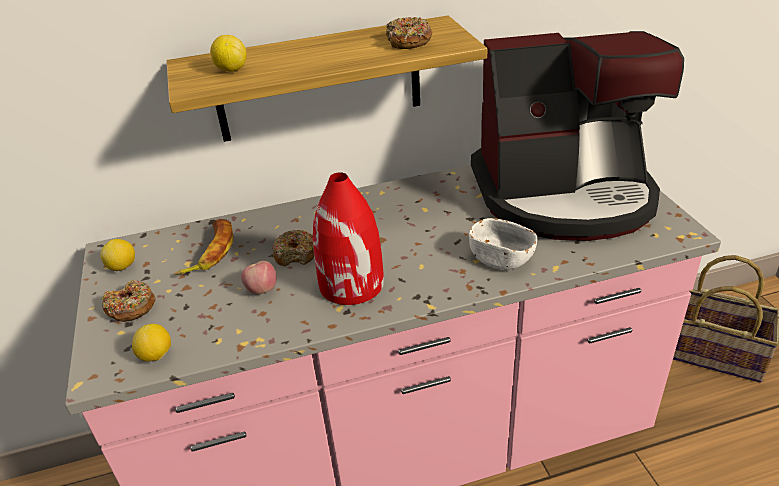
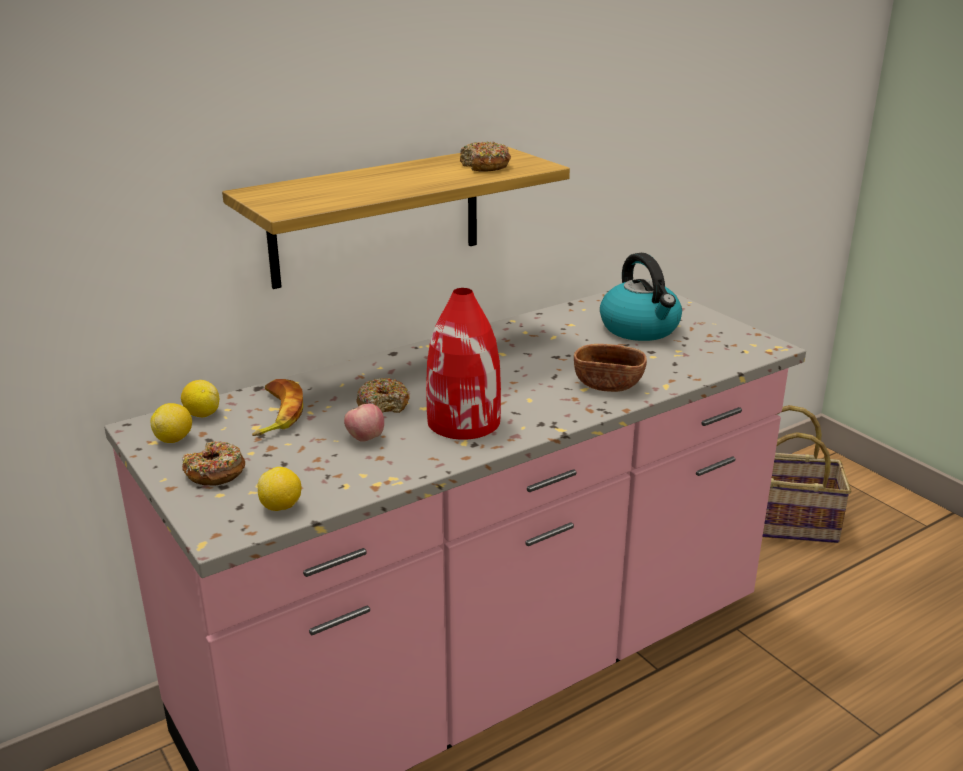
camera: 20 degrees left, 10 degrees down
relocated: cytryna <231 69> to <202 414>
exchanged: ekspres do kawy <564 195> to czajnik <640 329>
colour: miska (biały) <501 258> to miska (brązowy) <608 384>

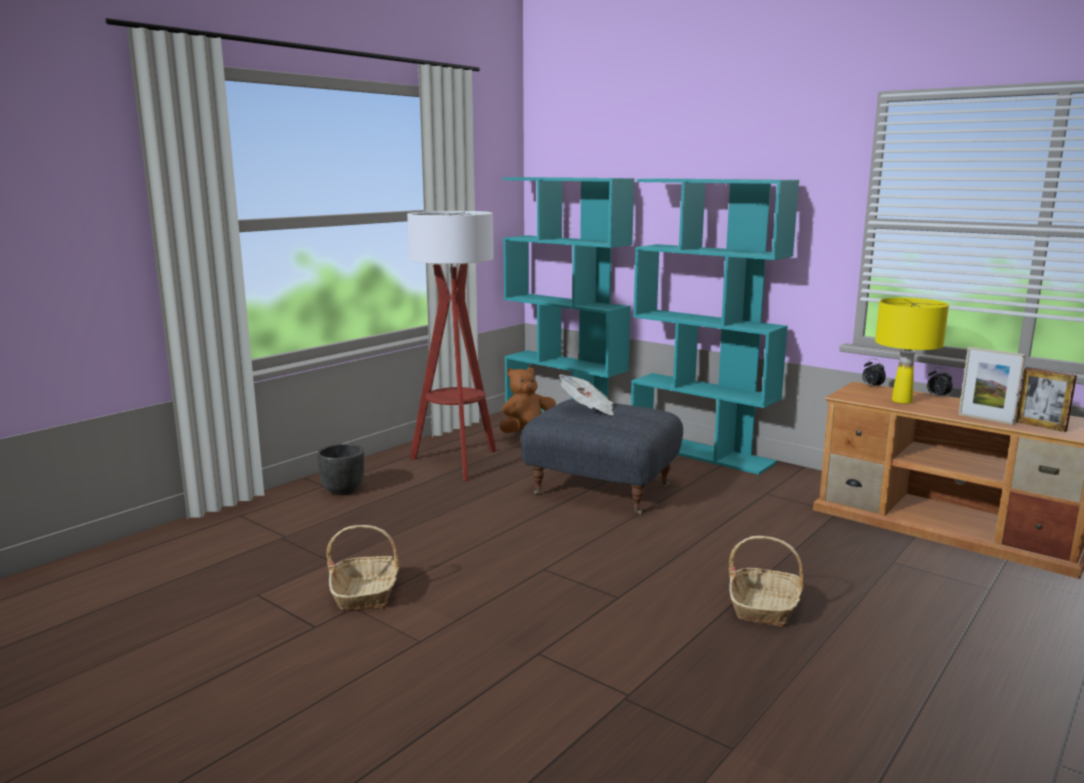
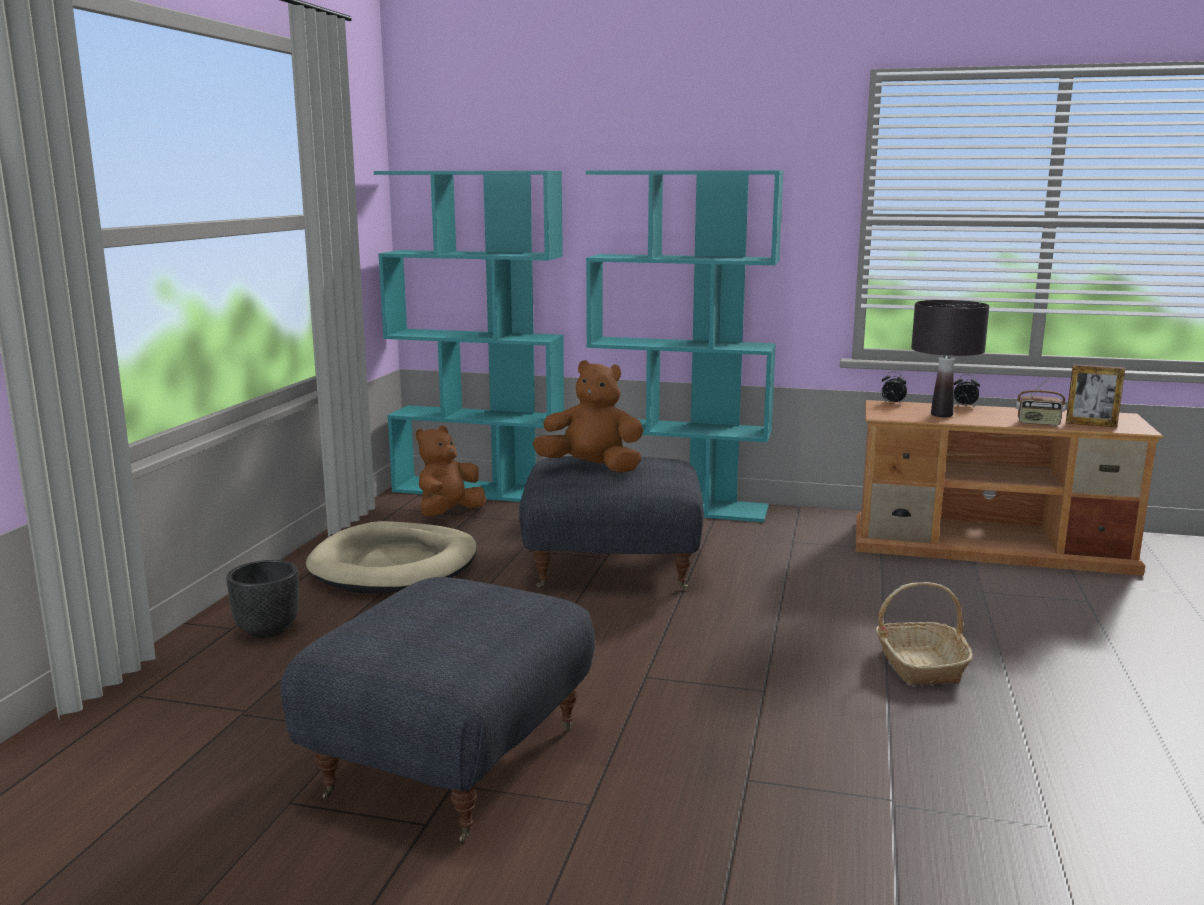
camera: 25 degrees left, 0 degrees up
exchanged: koszyk <366 592> to pufa (szary) <450 760>; lampa stojąca <457 463> to legowisko (beżowy) <395 565>; gazeta <587 410> to pluszak (brązowy) <592 468>; ramka na zdjęcie <985 419> to radio <1038 423>
colour: lampa stołowa (żółty) <902 401> to lampa stołowa (czarny) <941 415>

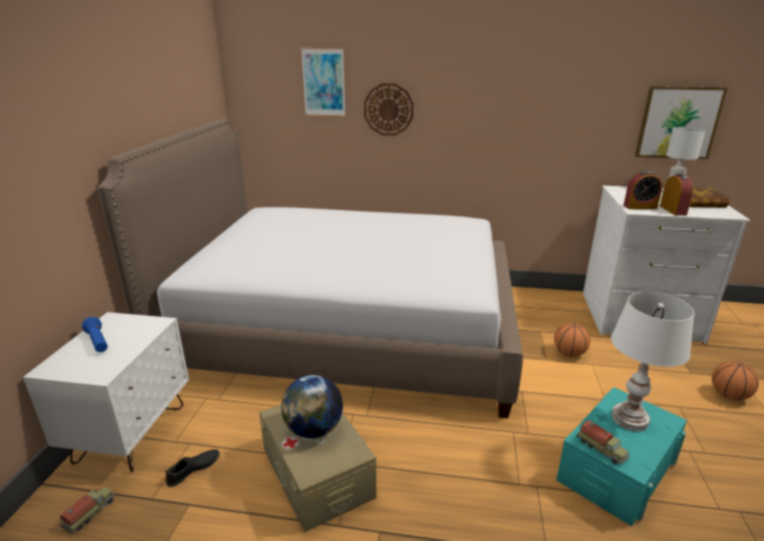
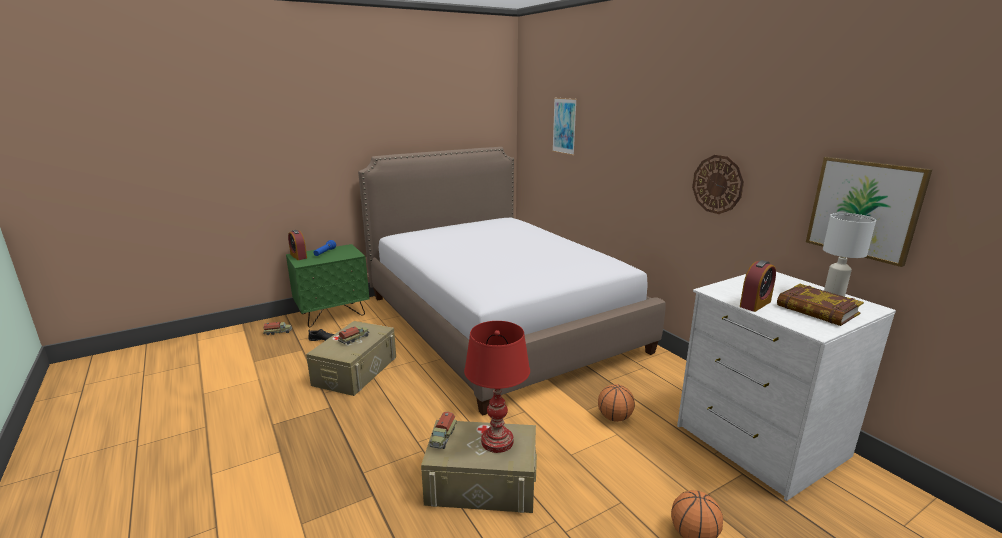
camera: 50 degrees right, 5 degrees down
relocated: zegar ścienny <388 109> to <717 184>; budzik <640 207> to <298 256>
exchanged: globus <314 429> to ciężarówka zabawkowa <354 339>
colour: szafka nocna (biały) <131 433> to szafka nocna (zielony) <333 314>; pojemnik do przechowywania (turkusowy) <616 469> to pojemnik do przechowywania (beżowy) <482 483>; lampa stołowa (biały) <629 419> to lampa stołowa (czerwony) <497 442>

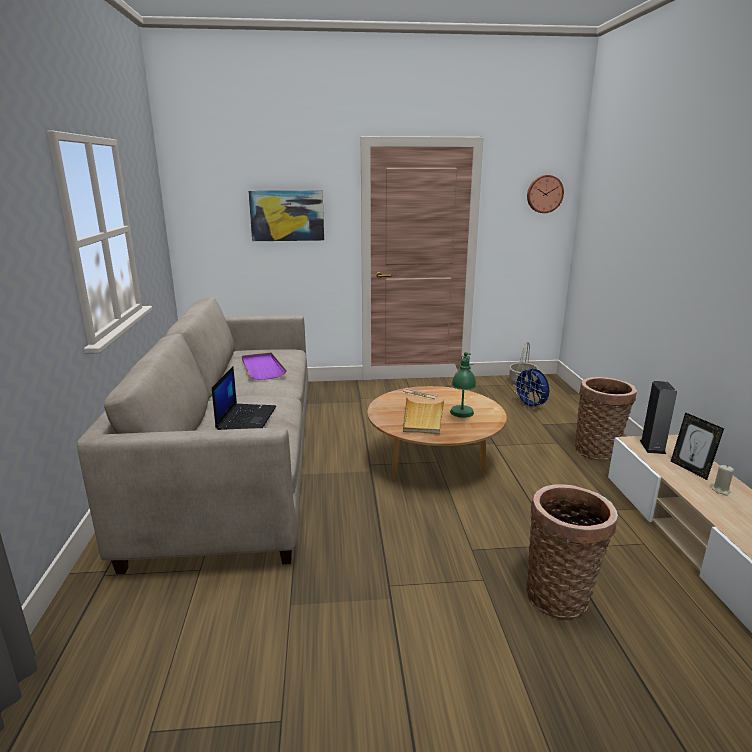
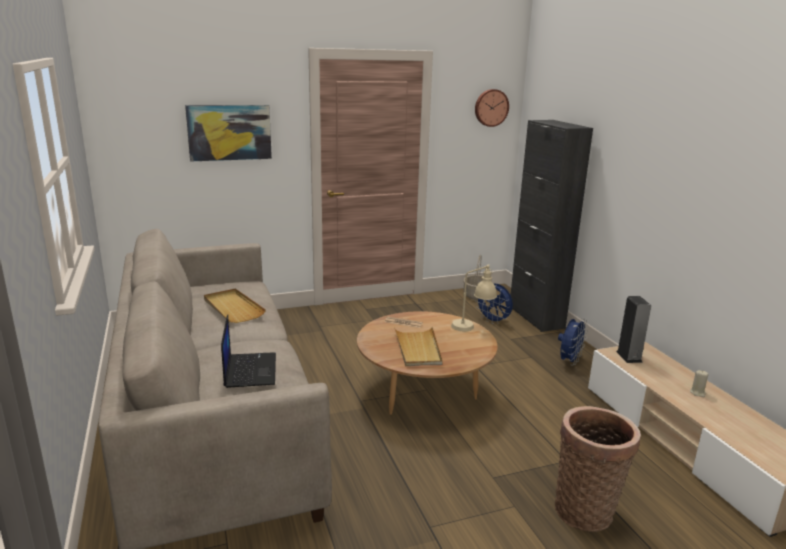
camera: 15 degrees left, 0 degrees up
missing: lampa stołowa (zielony) <462 417>; ramka na zdjęcie <690 469>
appeared: lampa stołowa (beżowy) <472 327>; szafka (czarny) <536 317>
exchanged: koszyk <598 450> to wentylator (niebieski) <569 361>
colour: taca (fioletowy) <262 368> to taca (beżowy) <233 308>

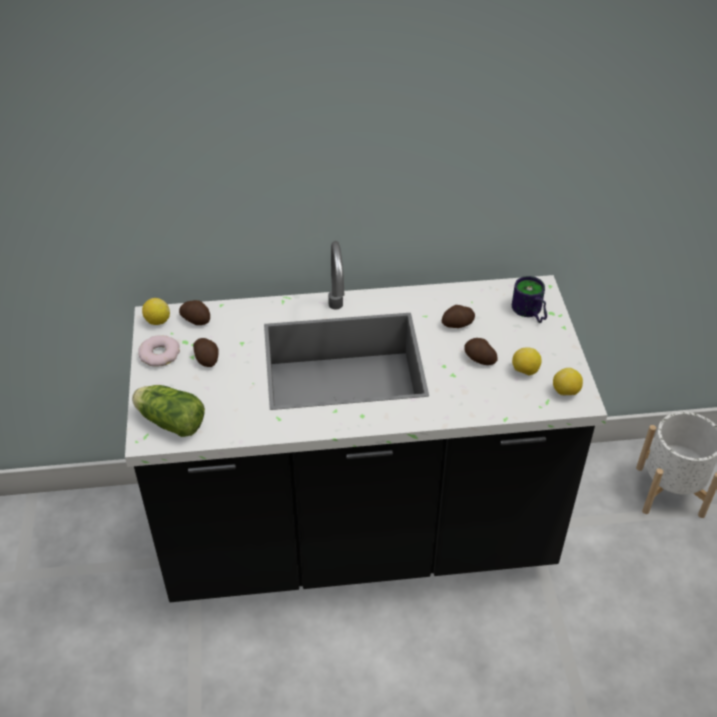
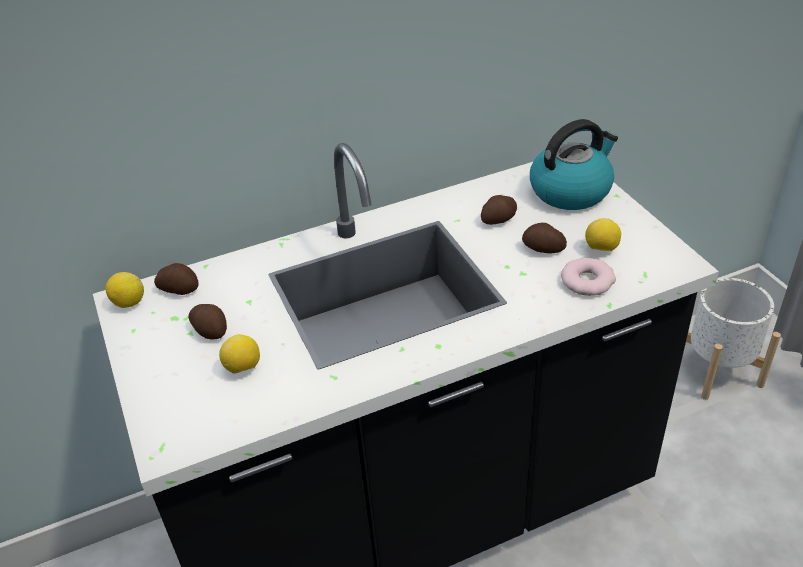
camera: 15 degrees left, 5 degrees down
missing: sałata <169 420>
relocated: donut <160 354> to <587 281>; cytryna <565 392> to <243 368>
exchanged: kubek <529 313> to czajnik <571 190>

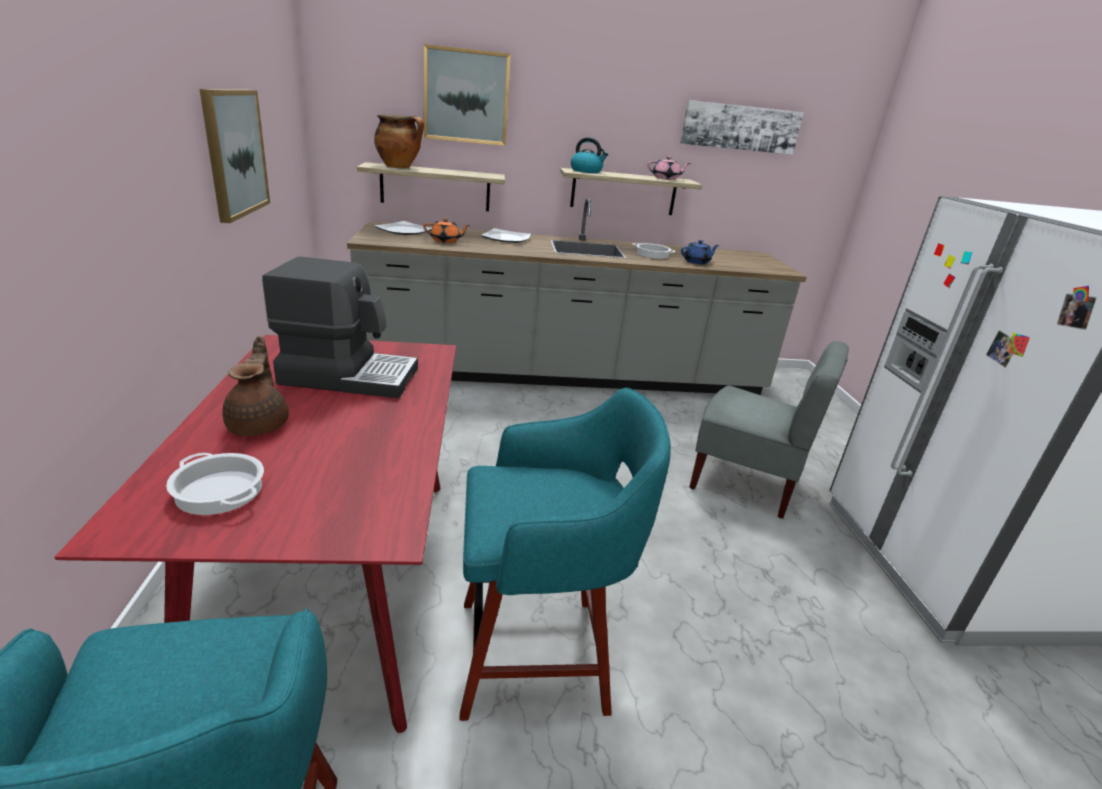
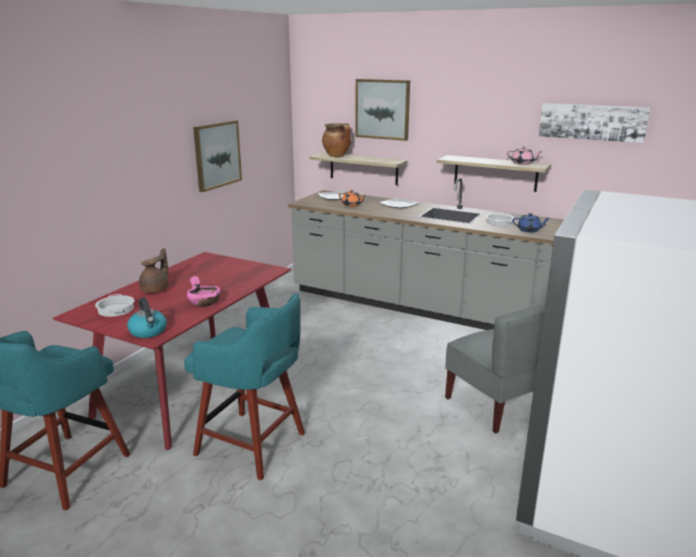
camera: 35 degrees right, 5 degrees down
missing: ekspres do kawy <349 375>
appeared: miska (różowy) <204 302>
relocated: czajnik <586 171> to <148 331>

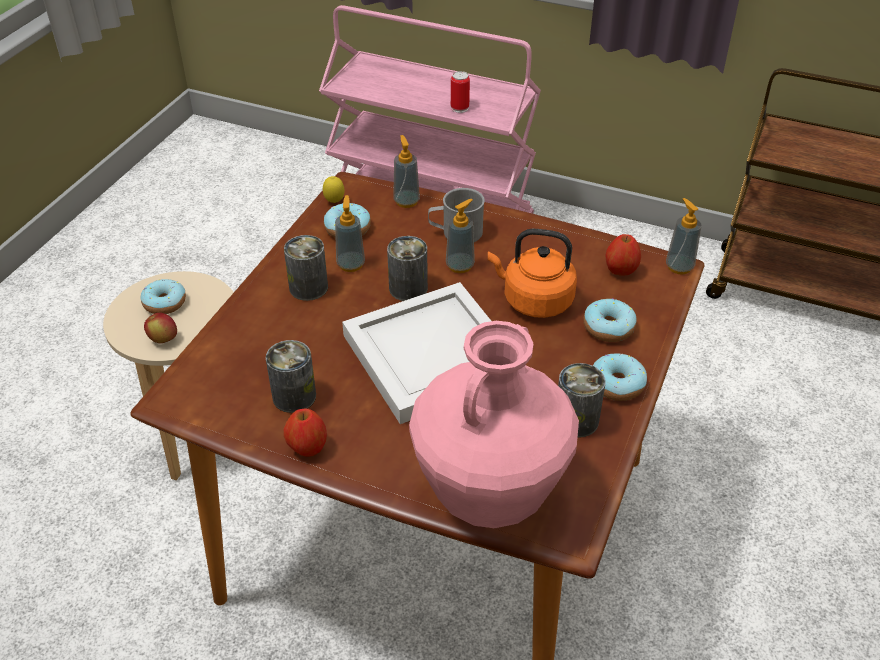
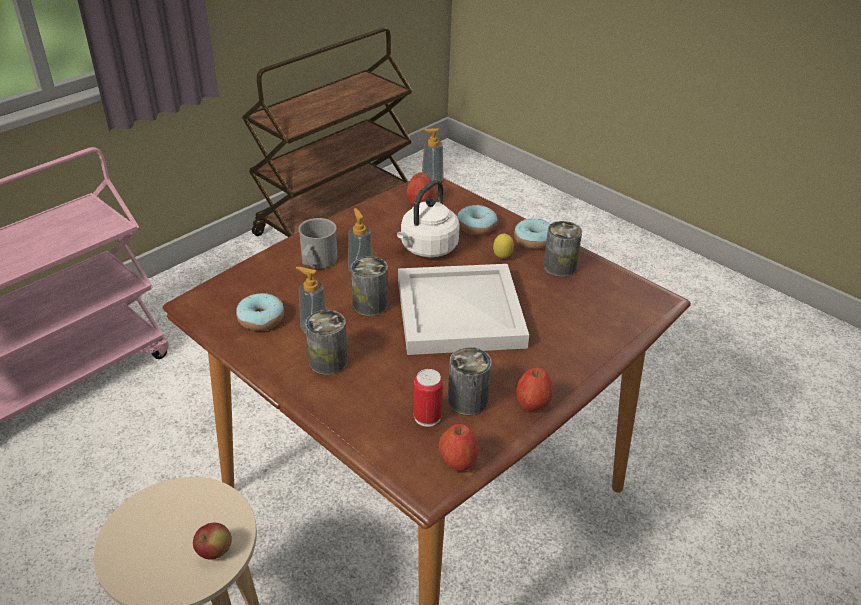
camera: 70 degrees left, 5 degrees down
missing: donut <165 303>; dozownik mydła <406 201>; wazon (różowy) <490 495>
appeared: jabłko <458 463>
relocated: cytryna <334 202> to <502 258>; puszka <459 108> to <427 417>
colour: czajnik (pomarańczowy) <534 300> to czajnik (biały) <427 249>

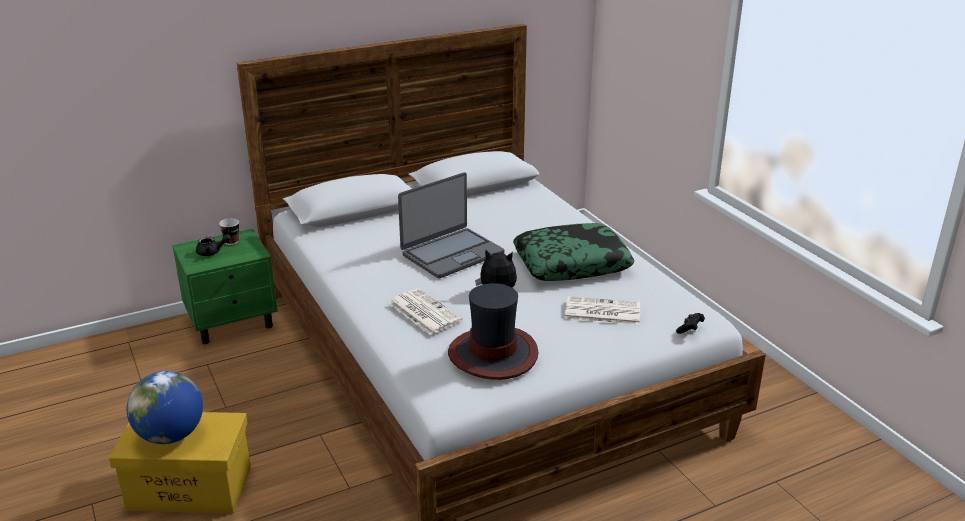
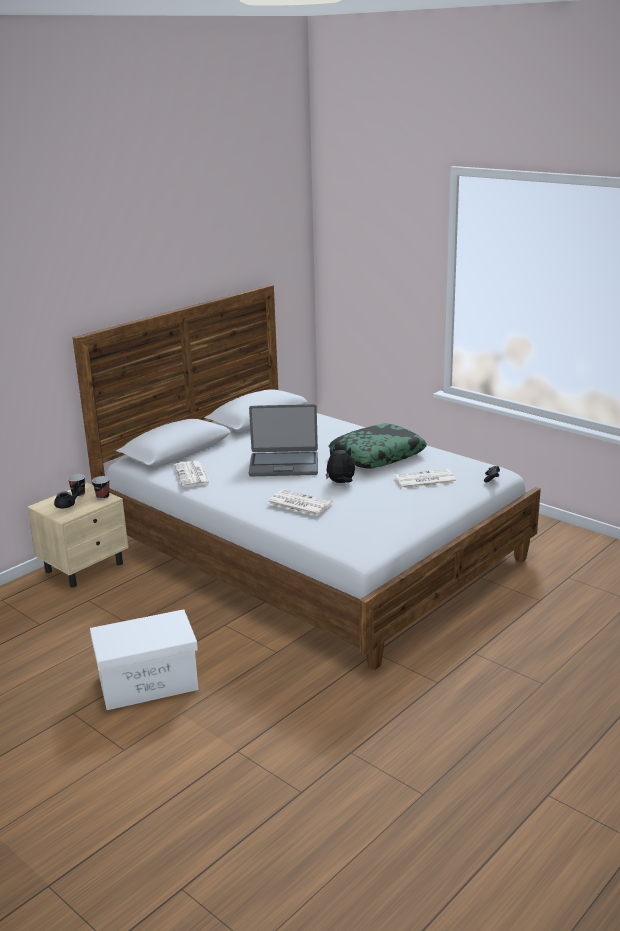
camera: 20 degrees left, 5 degrees down
missing: globus <171 435>; kapelusz <493 354>
appeared: filiżanka <102 497>; gazeta <193 475>
colour: pojemnik do przechowywania (żółty) <191 487> to pojemnik do przechowywania (biały) <149 682>; szafka nocna (zielony) <233 322> to szafka nocna (beżowy) <85 567>
spun: laptop <452 254> = <284 465> 60 degrees clockwise

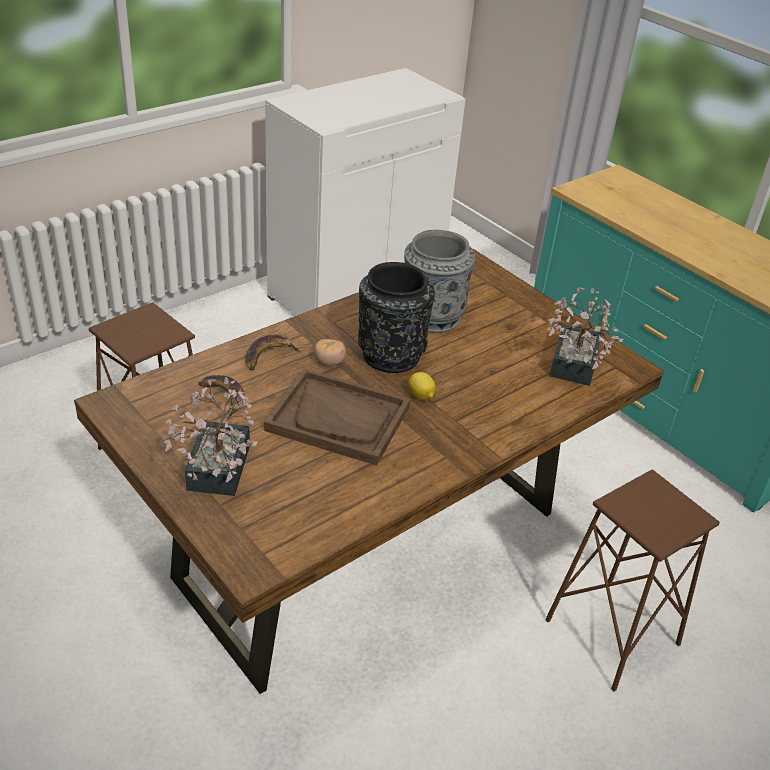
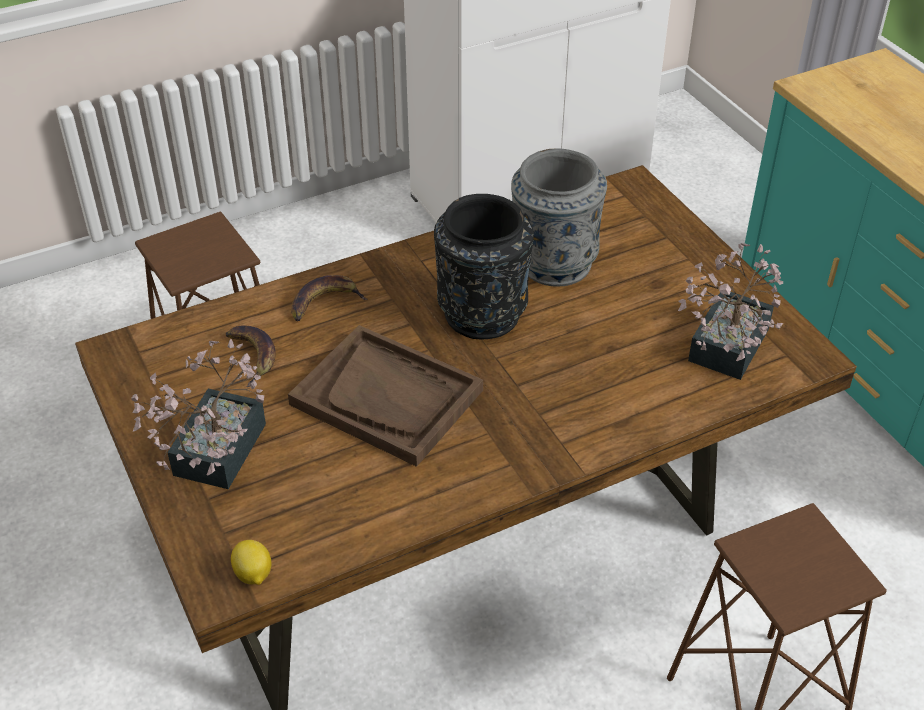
camera: 15 degrees right, 5 degrees up
missing: pomidor <329 362>
relocated: cytryna <421 396> to <253 575>

